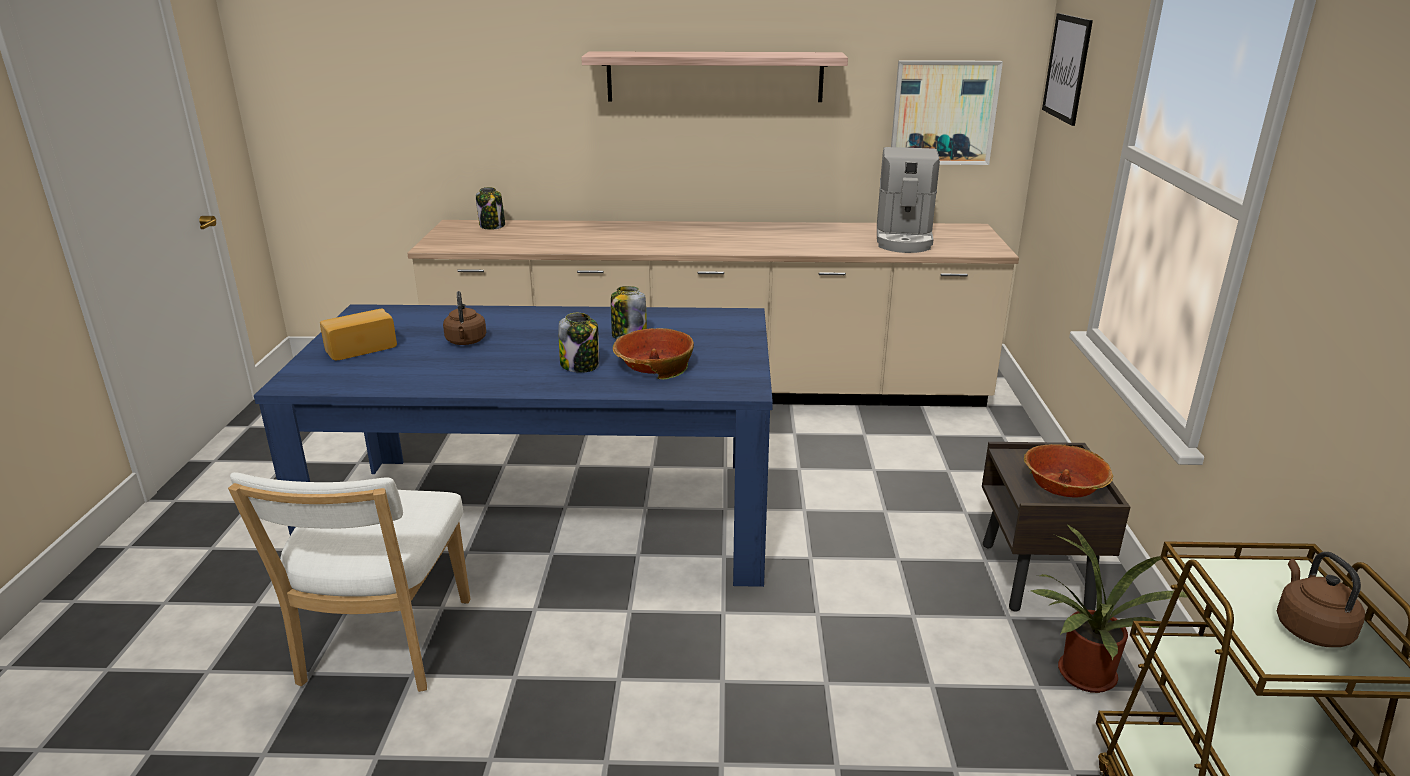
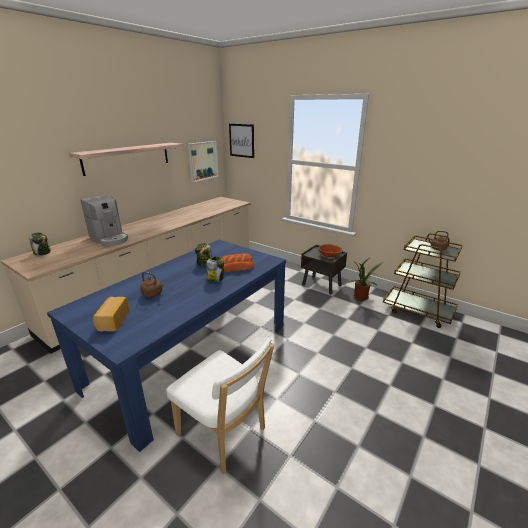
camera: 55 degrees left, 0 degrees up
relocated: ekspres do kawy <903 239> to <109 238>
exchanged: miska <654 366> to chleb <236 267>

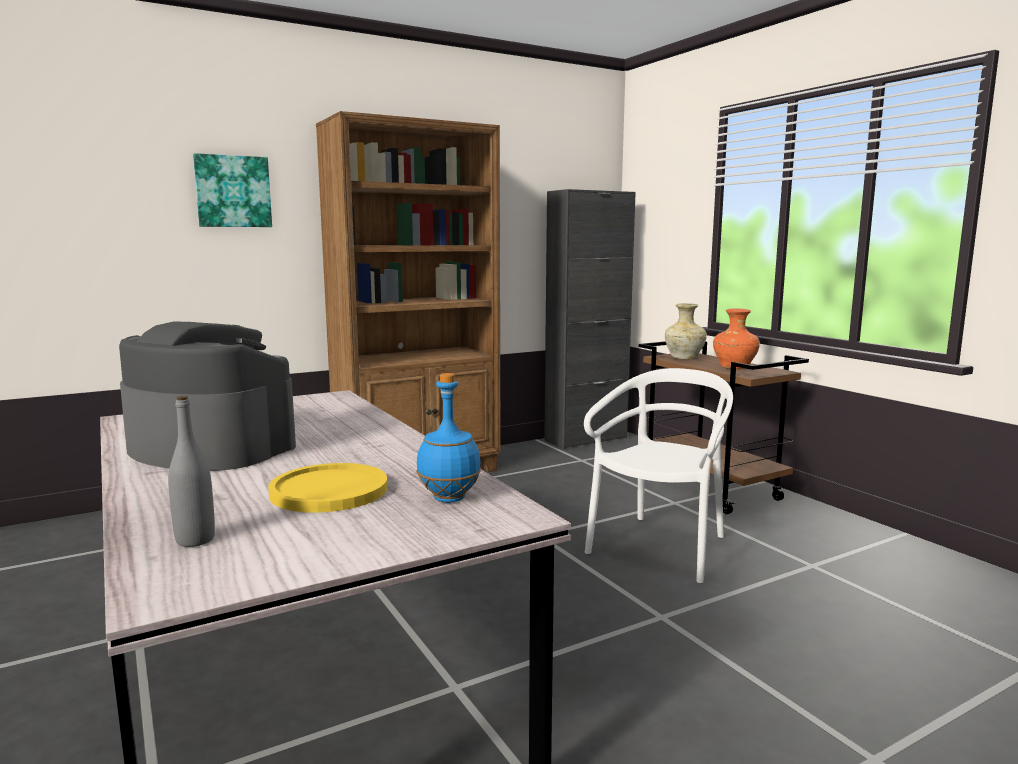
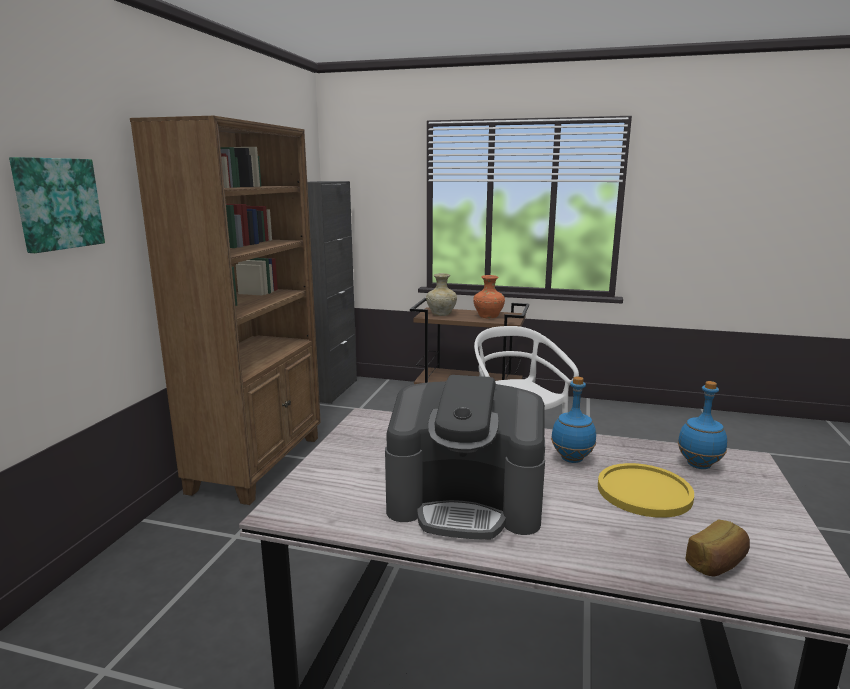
camera: 45 degrees left, 5 degrees up
appeared: butelka (niebieski) <572 459>
exchanged: butelka (szary) <195 540> to chleb <717 563>
spun: ekspres do kawy <210 448> = <466 502> 150 degrees counterclockwise

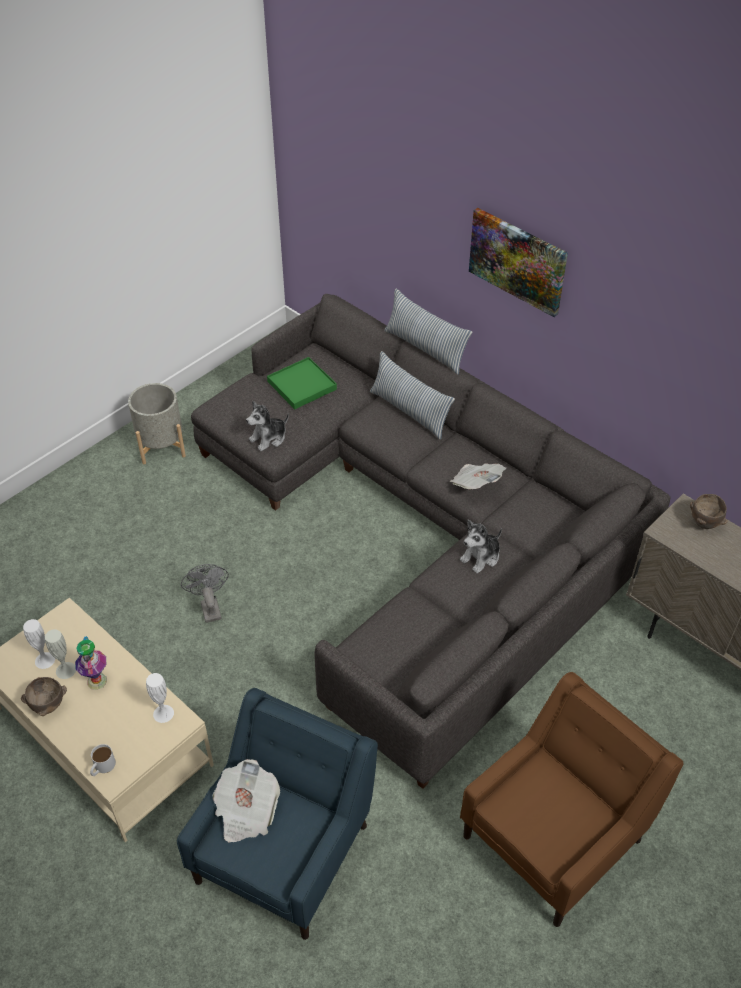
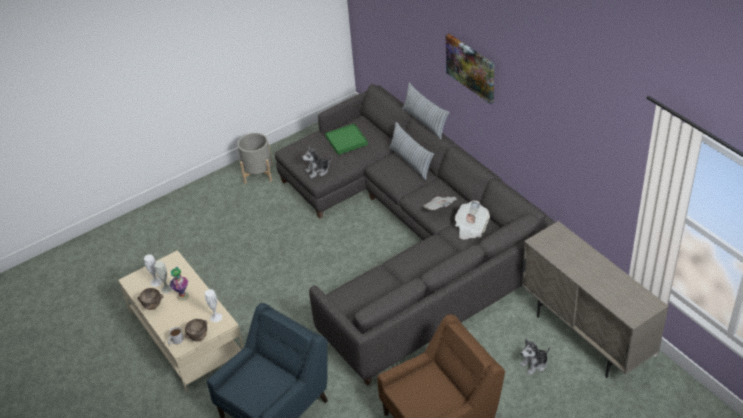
camera: 15 degrees right, 5 degrees down
missing: wentylator (szary) <209 607>
relocated: gazeta <246 811> to <471 228>; pluszak <481 557> to <534 364>; miska (brązowy) <704 524> to <198 338>

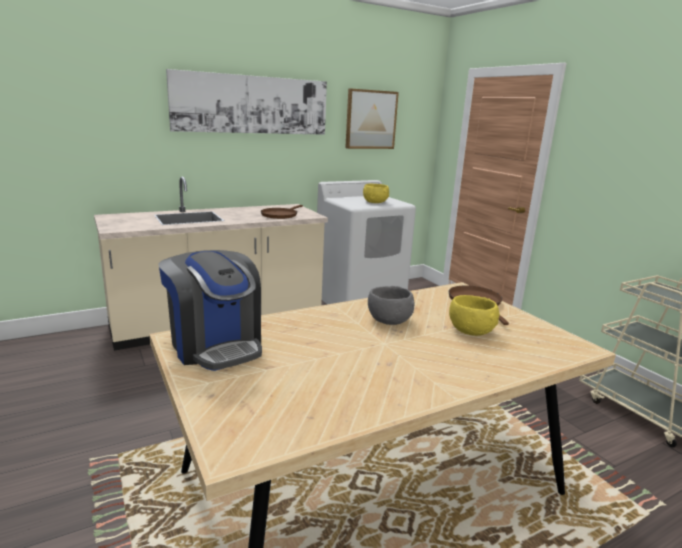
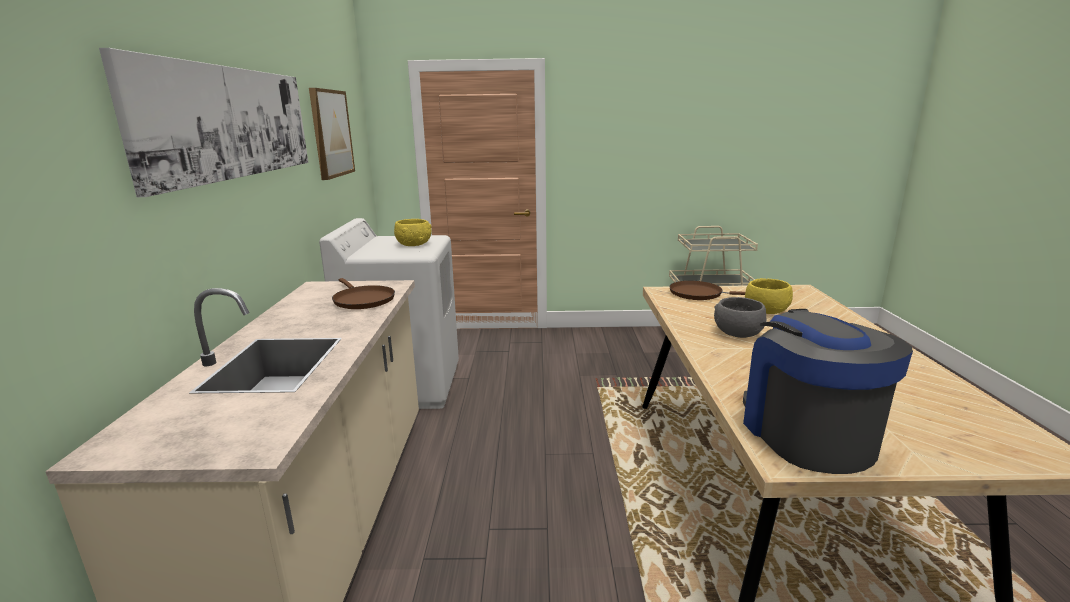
camera: 60 degrees left, 0 degrees up
spun: ekspres do kawy <215 345> = <806 434> 90 degrees counterclockwise

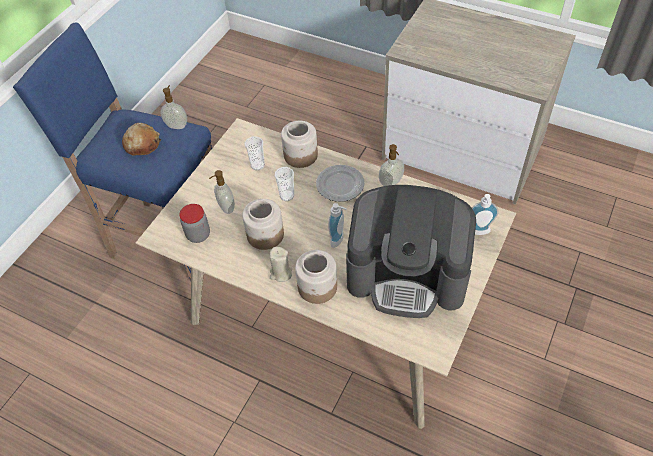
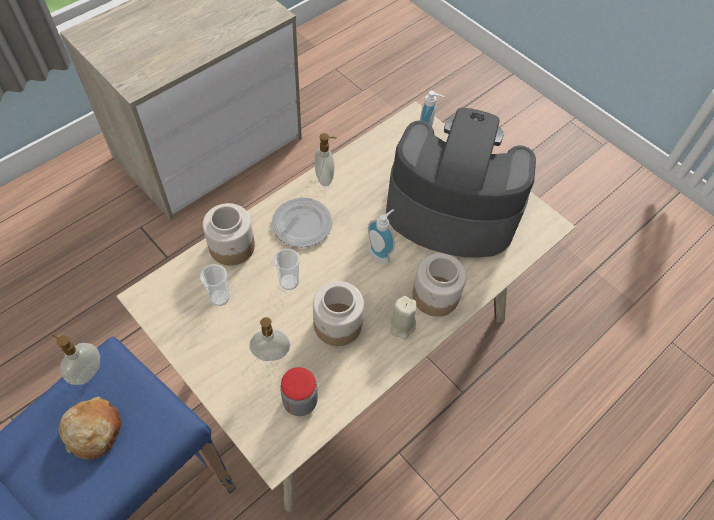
camera: 75 degrees left, 5 degrees up
spun: ekspres do kawy <408 273> = <451 210> 105 degrees counterclockwise

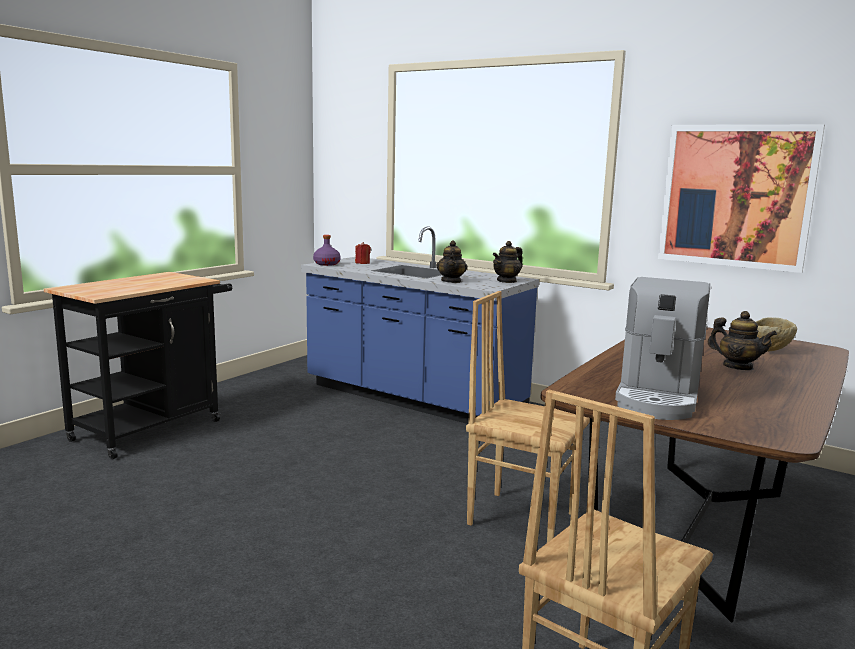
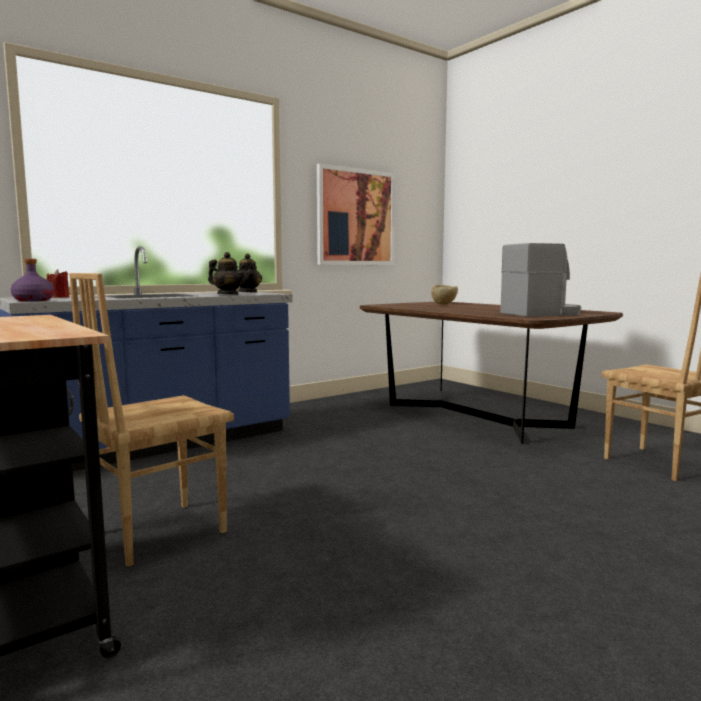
camera: 70 degrees left, 5 degrees down
missing: imbryk <737 367>
relocated: krzesło (brązowy) <521 518> to <157 532>
spun: ekspres do kawy <658 398> = <542 314> 60 degrees counterclockwise

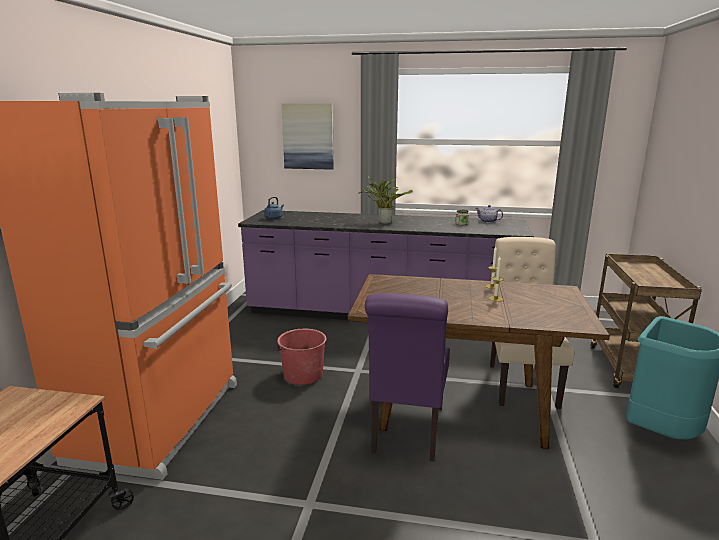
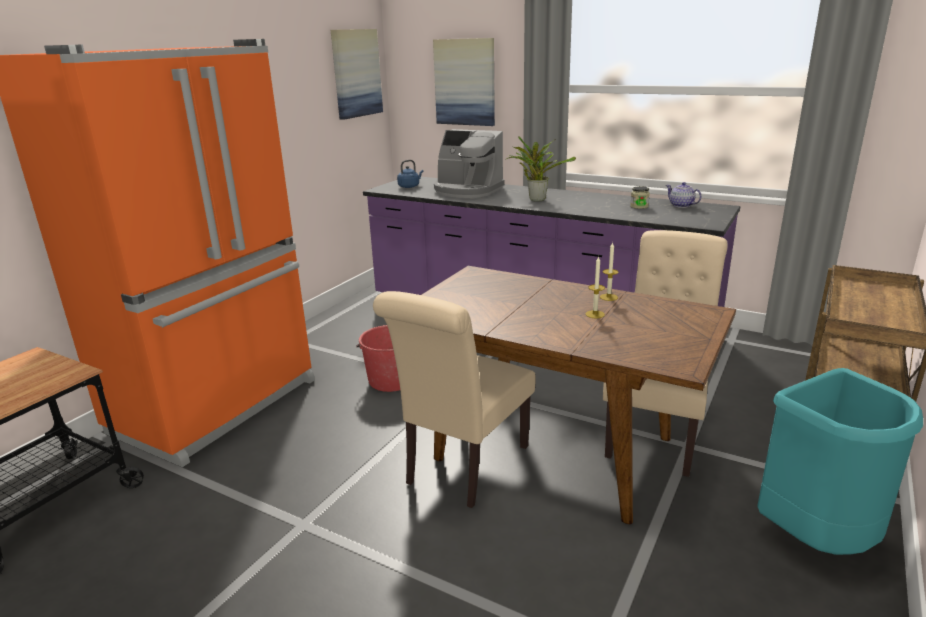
camera: 20 degrees right, 5 degrees up
appeared: obraz <356 73>; ekspres do kawy <467 190>
colour: krzesło (fioletowy) <406 432> to krzesło (beżowy) <463 468>

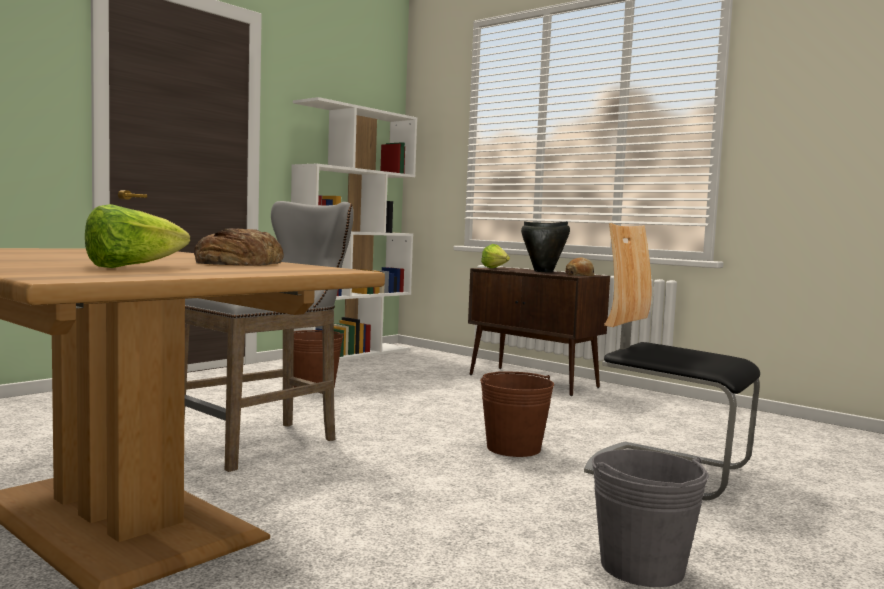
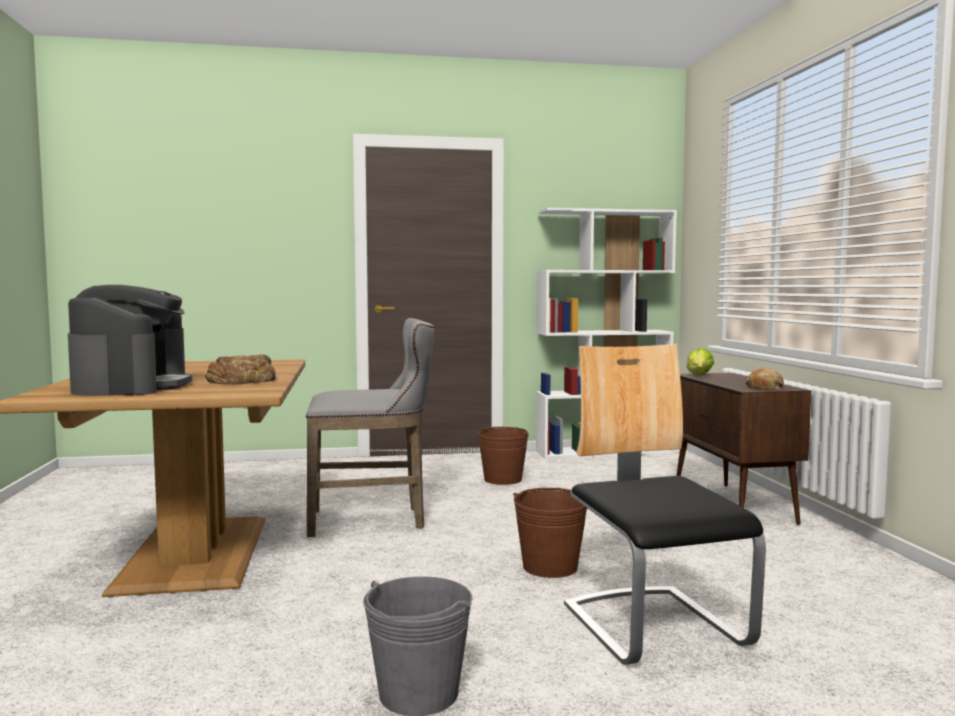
camera: 40 degrees right, 0 degrees up
missing: garnek (czarny) <544 271>
exchanged: sałata <132 267> to ekspres do kawy <132 386>

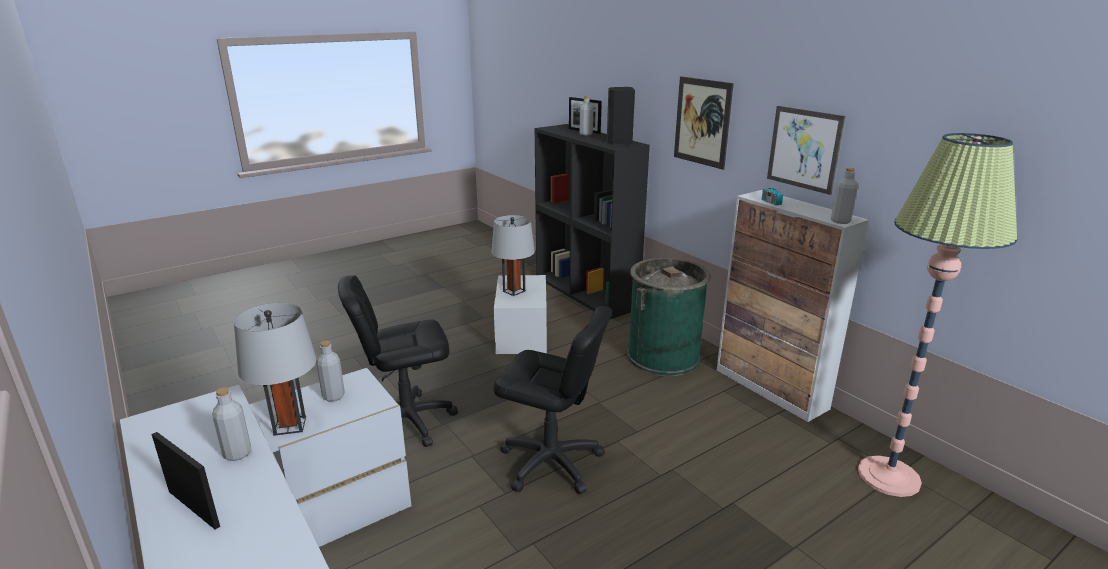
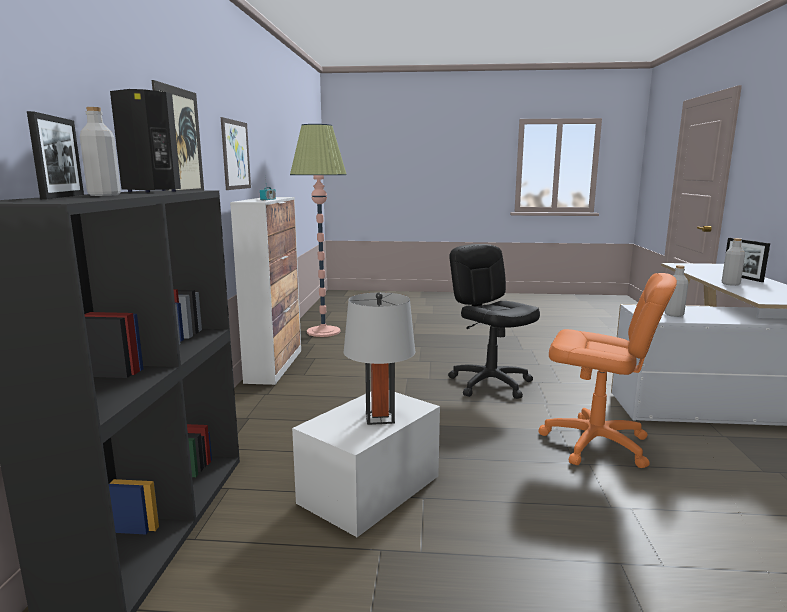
camera: 140 degrees left, 10 degrees down
missing: lampa stołowa (szary) <289 426>; kosz na śmieci (zielony) <663 357>; butelka (szary) <840 221>
colour: krzesło biurowe (czarny) <407 421> to krzesło biurowe (pomarańczowy) <595 443>

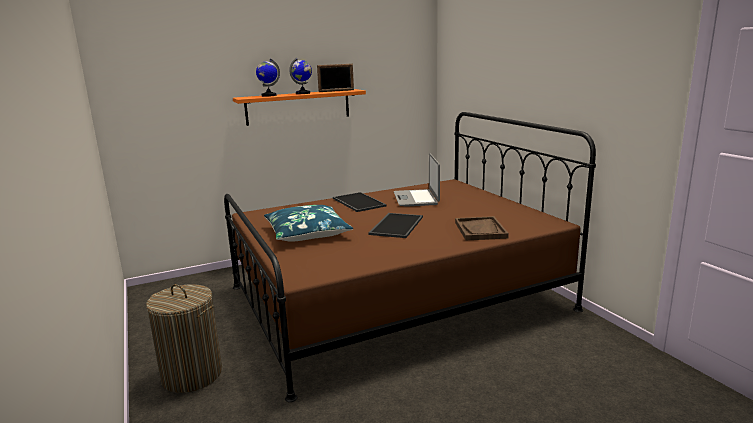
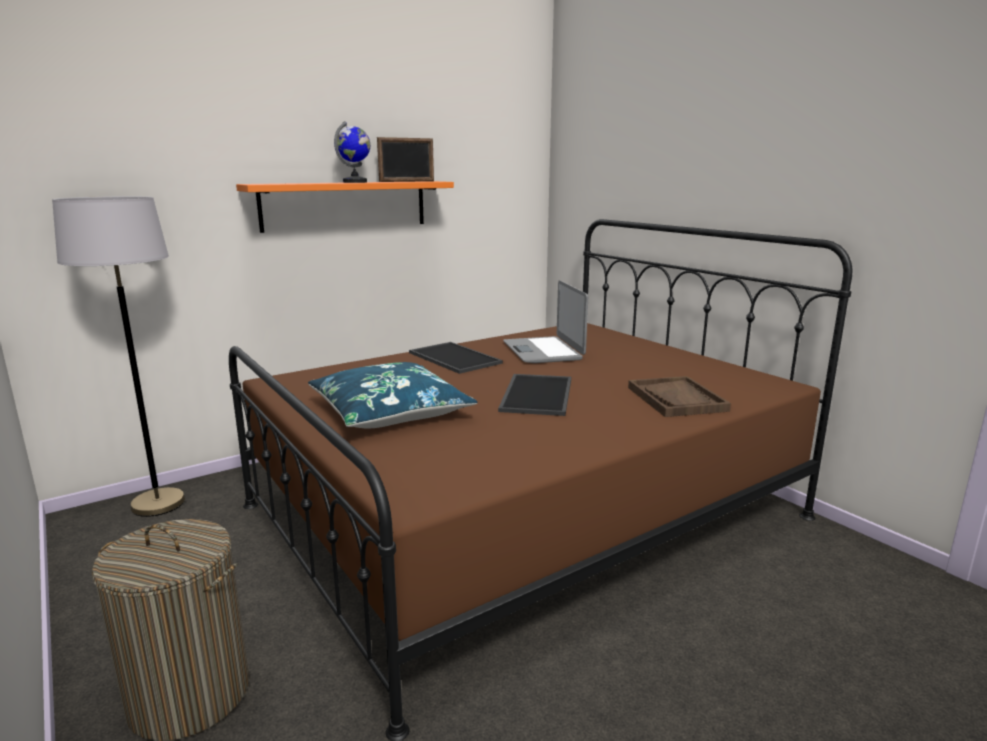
camera: 10 degrees left, 0 degrees up
missing: globus <268 95>
appeared: lampa stojąca (szary) <158 504>

